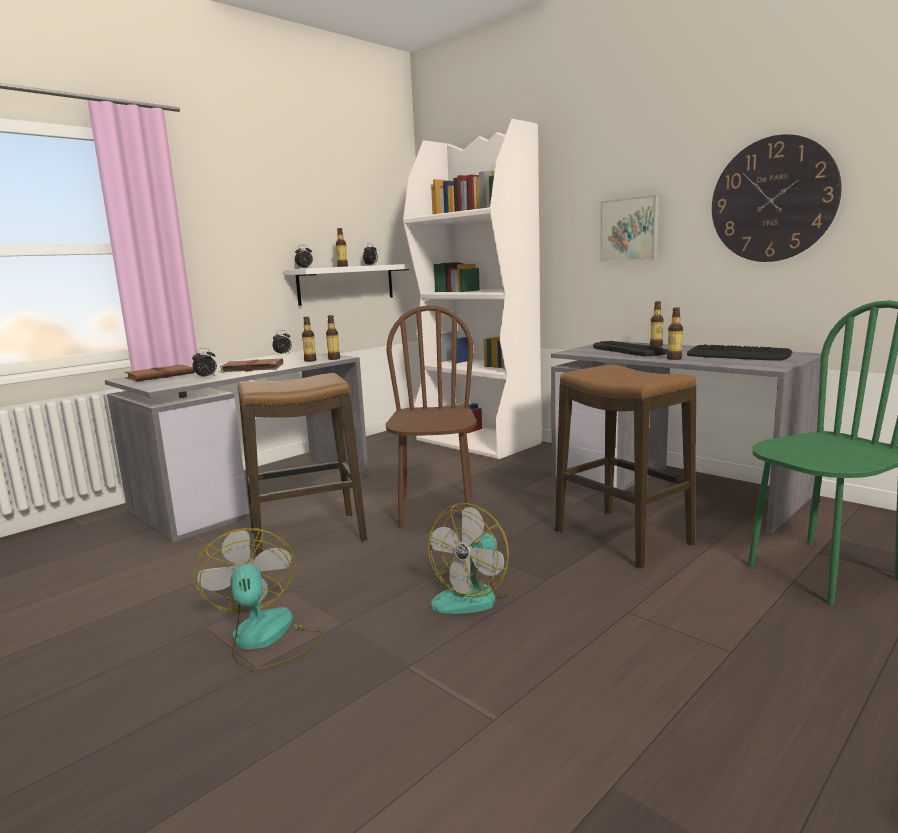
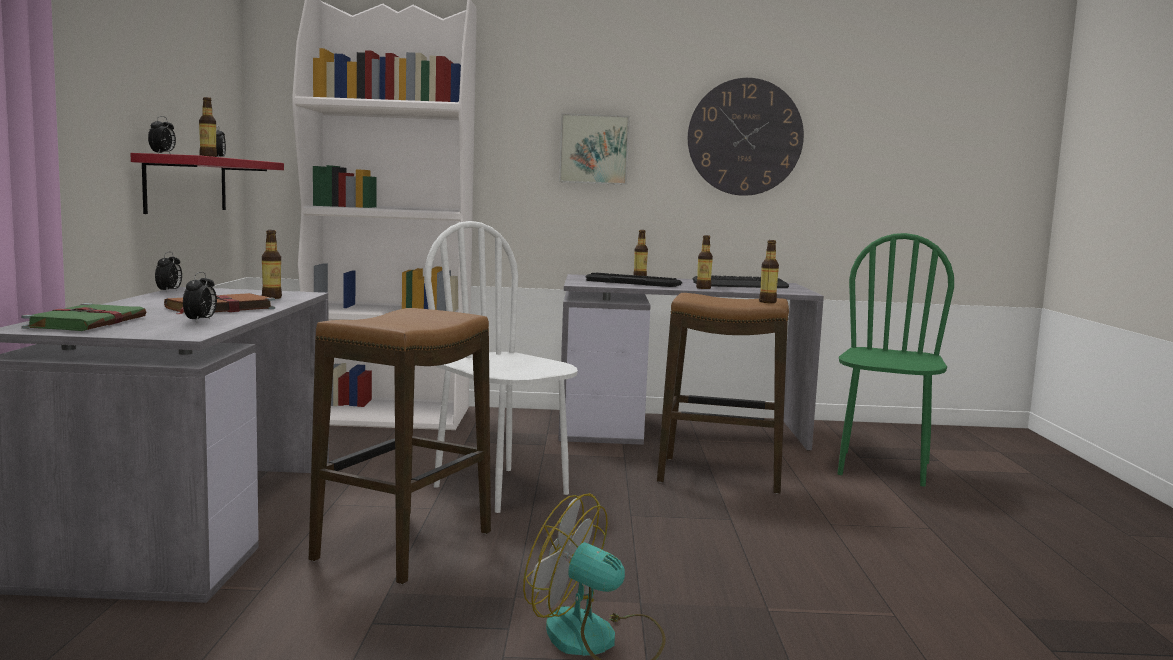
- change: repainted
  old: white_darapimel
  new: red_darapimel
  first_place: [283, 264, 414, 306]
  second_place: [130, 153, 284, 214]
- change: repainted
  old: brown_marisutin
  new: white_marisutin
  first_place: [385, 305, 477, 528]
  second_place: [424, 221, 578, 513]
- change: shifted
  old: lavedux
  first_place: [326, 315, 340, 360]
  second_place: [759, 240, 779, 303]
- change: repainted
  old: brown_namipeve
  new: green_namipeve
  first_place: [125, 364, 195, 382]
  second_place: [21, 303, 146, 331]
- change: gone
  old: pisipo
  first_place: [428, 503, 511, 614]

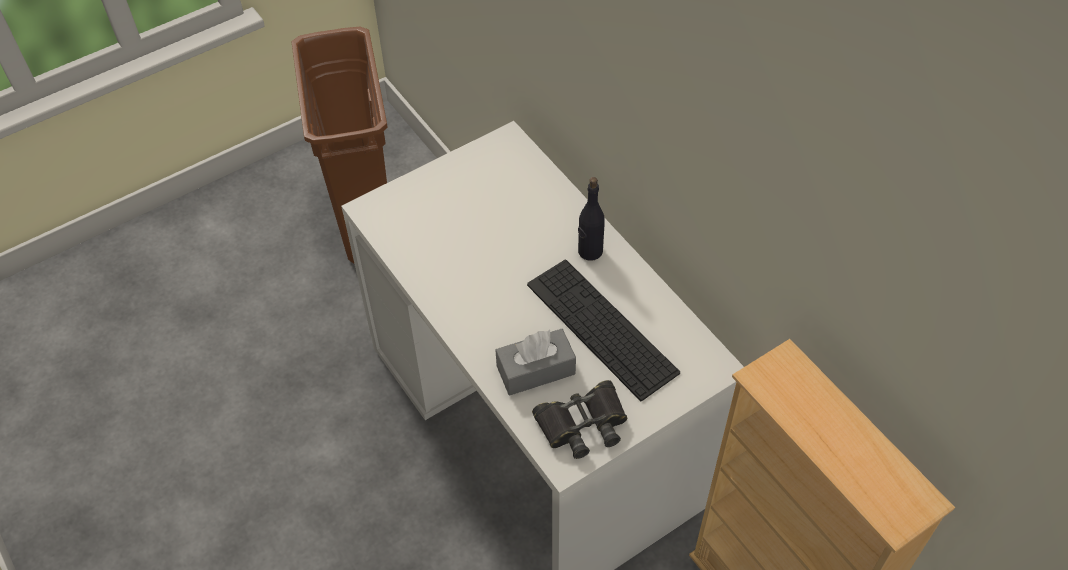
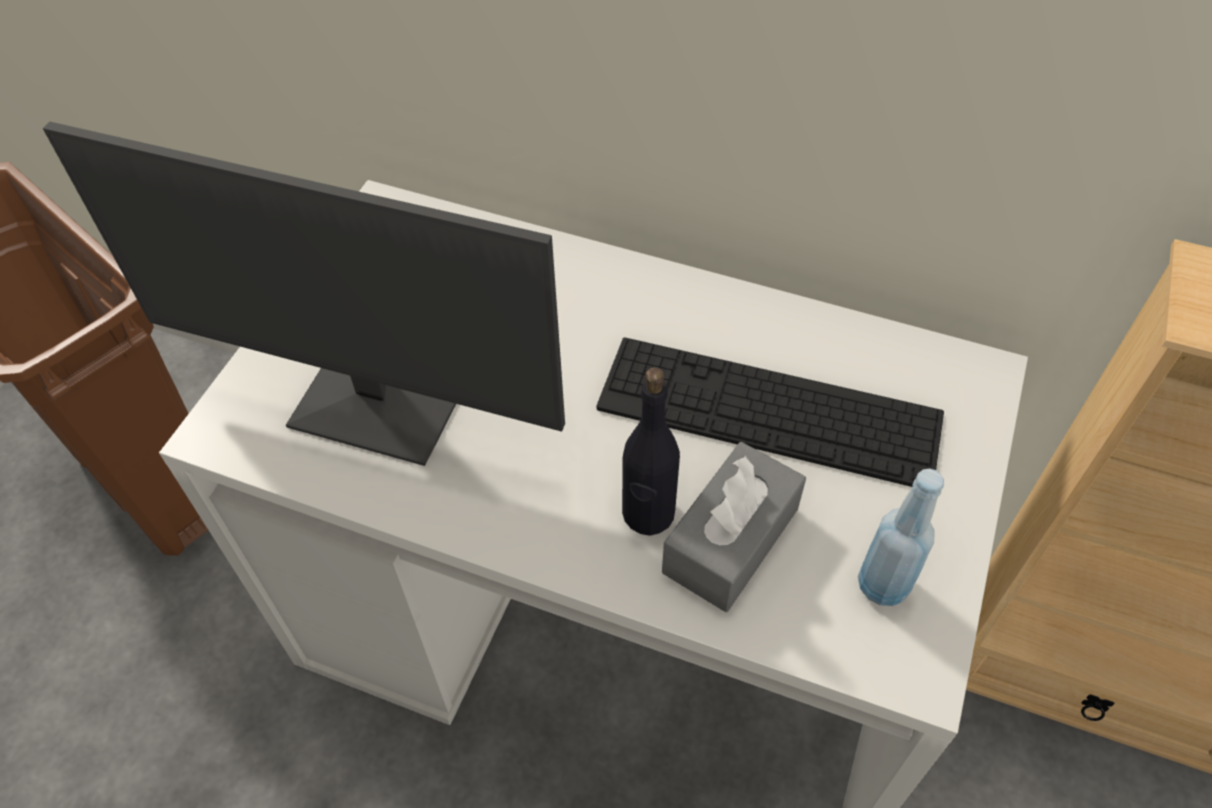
- change: shifted
  old: black_lavedux
  first_place: [578, 177, 605, 261]
  second_place: [622, 367, 680, 536]
- change: swapped
  old: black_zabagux
  new: blue_lavedux
  first_place: [532, 380, 627, 459]
  second_place: [858, 469, 944, 606]
- change: new
  new: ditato
  second_place: [43, 121, 565, 466]

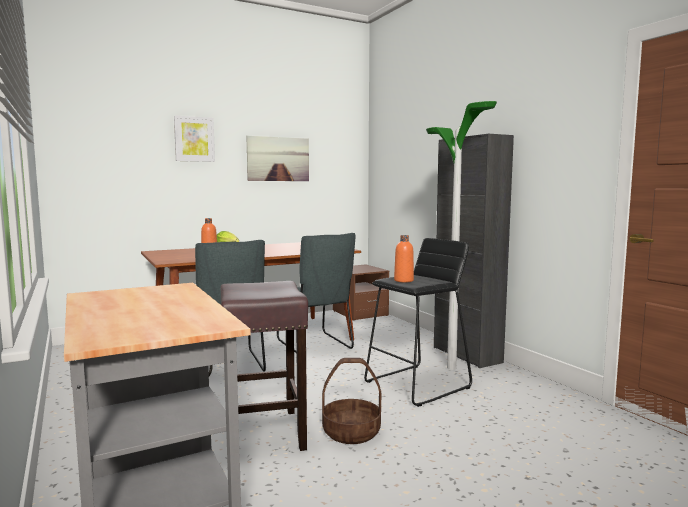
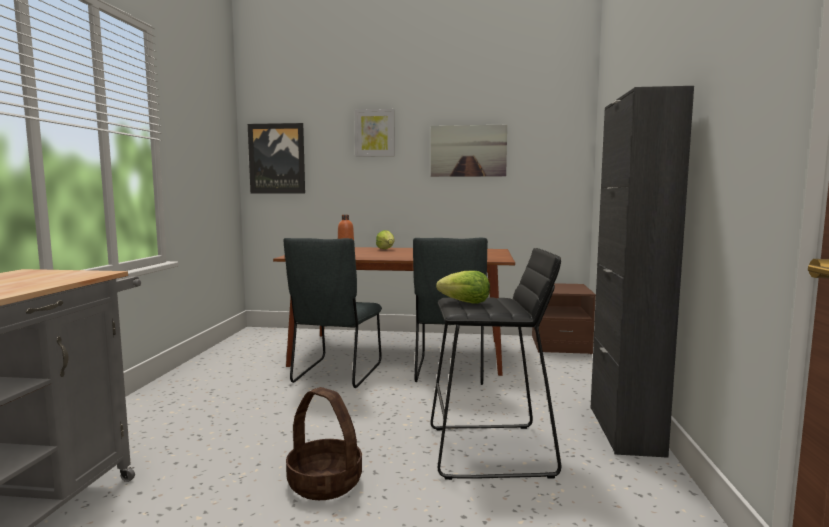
- change: gone
  old: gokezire
  first_place: [426, 101, 497, 370]
- change: swapped
  old: orange_lavedux
  new: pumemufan
  first_place: [394, 235, 414, 282]
  second_place: [436, 271, 490, 304]
- change: gone
  old: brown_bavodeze
  first_place: [221, 281, 308, 451]
- change: new
  new: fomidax
  second_place: [248, 123, 305, 193]

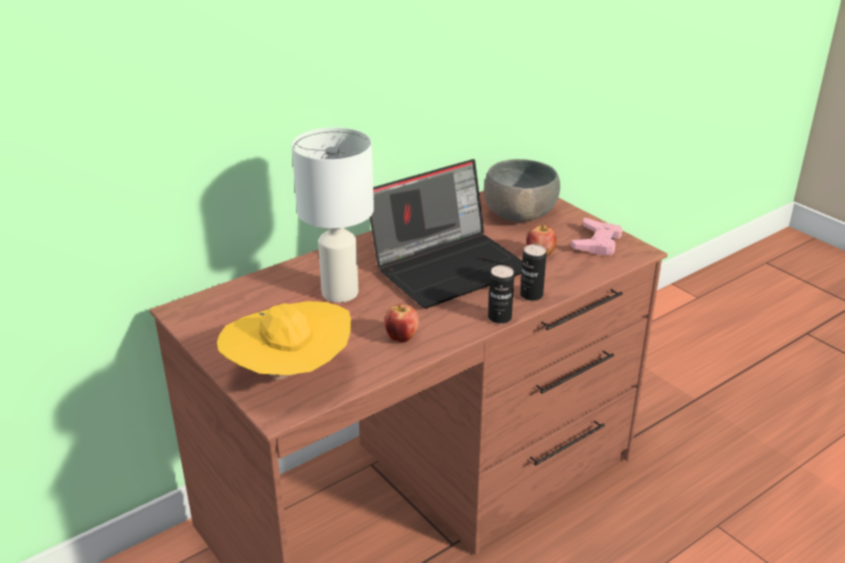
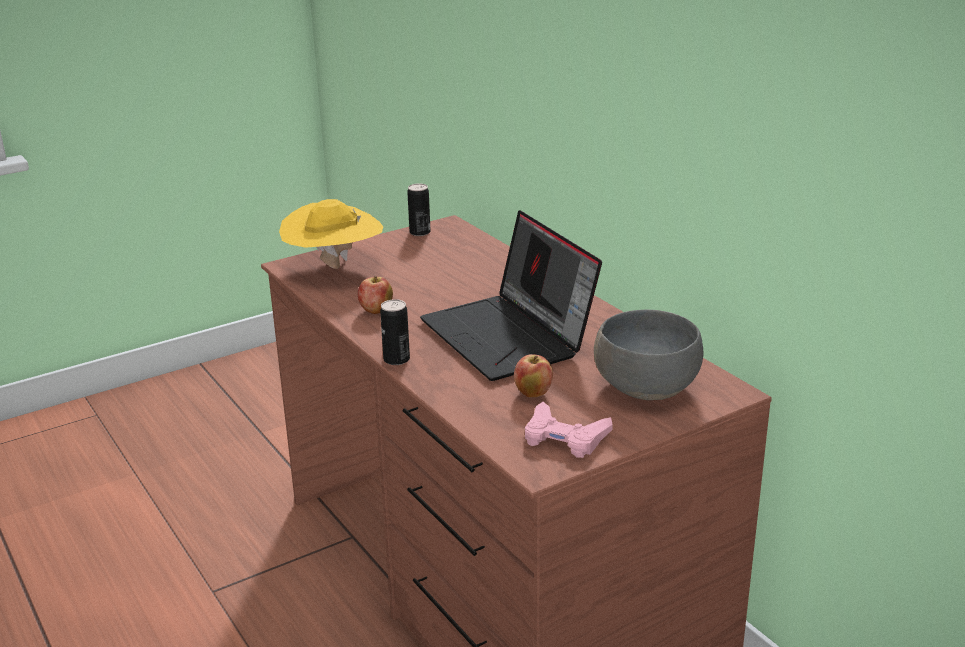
- change: gone
  old: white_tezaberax
  first_place: [292, 127, 374, 303]
- change: shifted
  old: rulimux
  first_place: [520, 244, 547, 301]
  second_place: [407, 183, 431, 236]

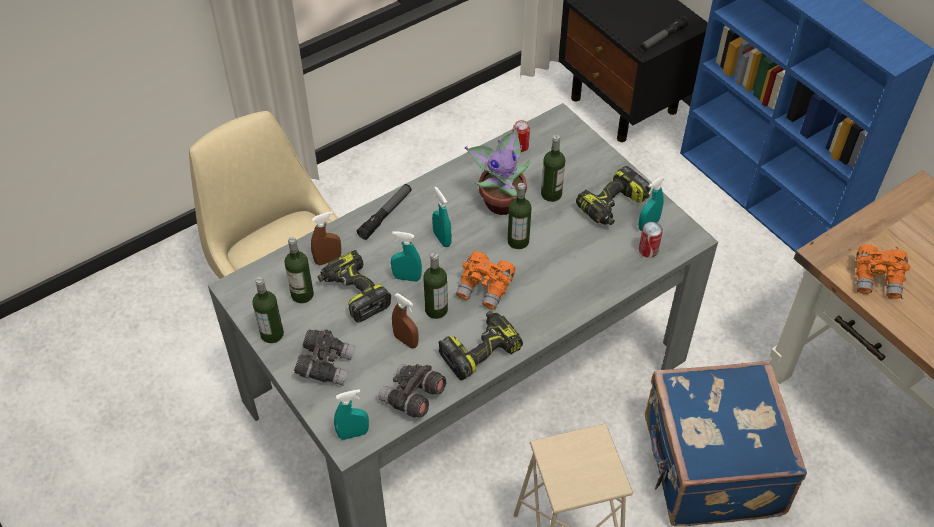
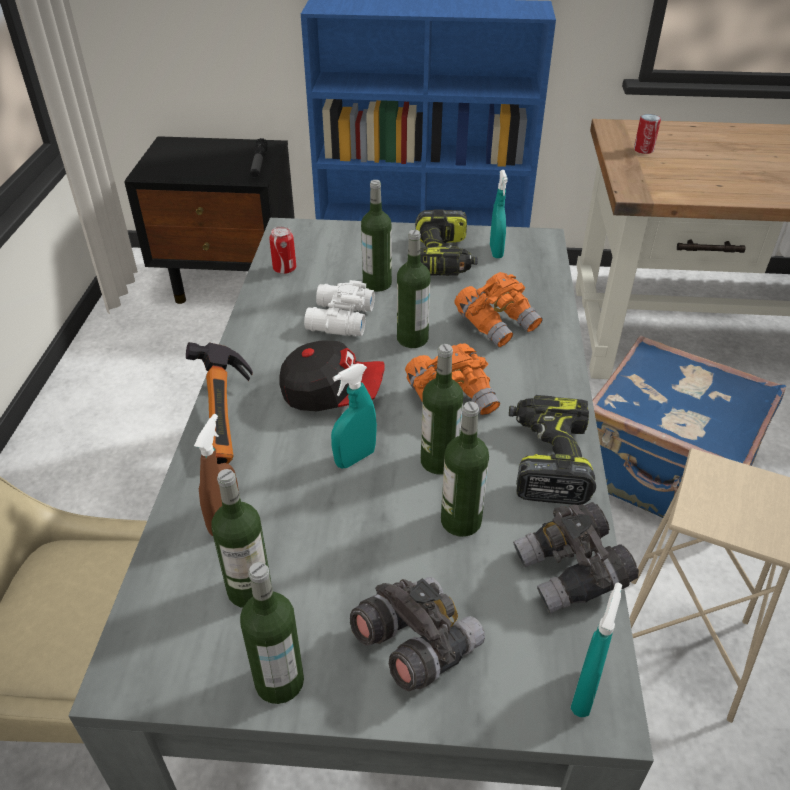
- change: swapped
  old: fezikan
  new: white_zabagux
  first_place: [465, 126, 531, 215]
  second_place: [304, 280, 375, 336]
- change: swapped
  old: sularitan
  new: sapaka
  first_place: [357, 184, 412, 240]
  second_place: [186, 342, 253, 464]
- change: swapped
  old: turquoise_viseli
  new: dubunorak
  first_place: [432, 187, 452, 247]
  second_place: [279, 340, 385, 411]
- change: shifted
  old: rulimux
  first_place: [639, 222, 663, 258]
  second_place: [634, 114, 661, 154]
- change: shifted
  old: orange_zabagux
  first_place: [856, 245, 910, 299]
  second_place: [454, 272, 543, 348]
- change: gone
  old: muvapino
  first_place: [318, 250, 391, 323]
- change: swapped
  old: brown_viseli
  new: lavedux
  first_place: [392, 293, 419, 348]
  second_place: [441, 401, 489, 537]

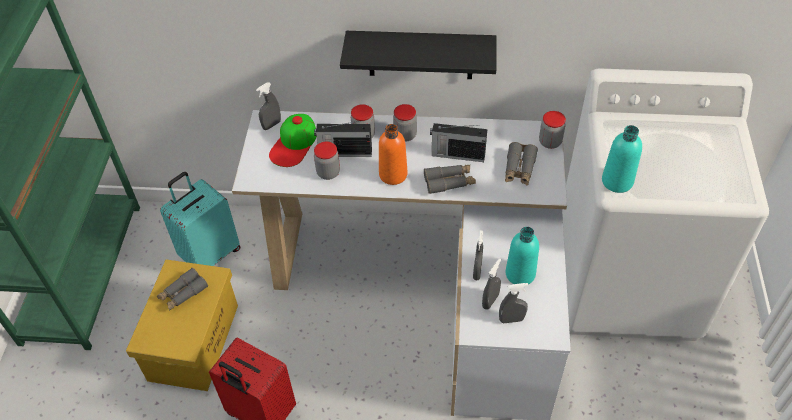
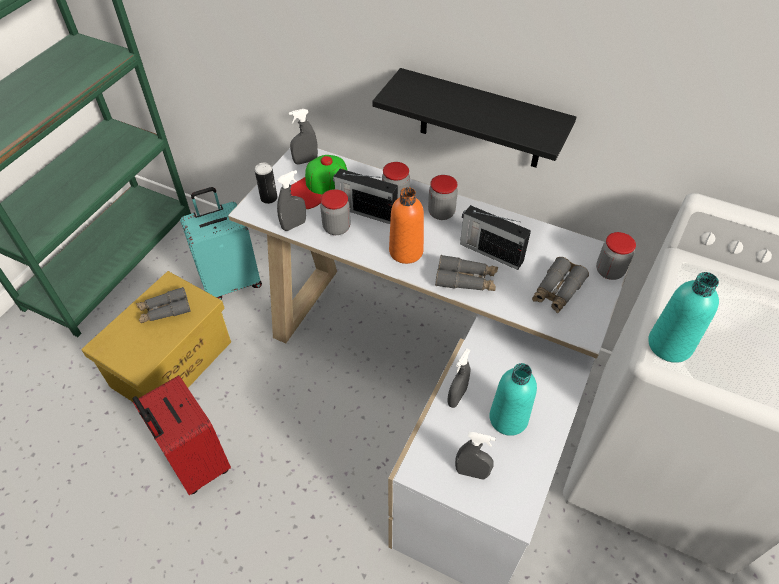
- change: shifted
  old: grey_viseli
  first_place: [482, 258, 501, 310]
  second_place: [277, 170, 306, 231]
- change: new
  new: rulimux
  second_place: [255, 162, 277, 204]

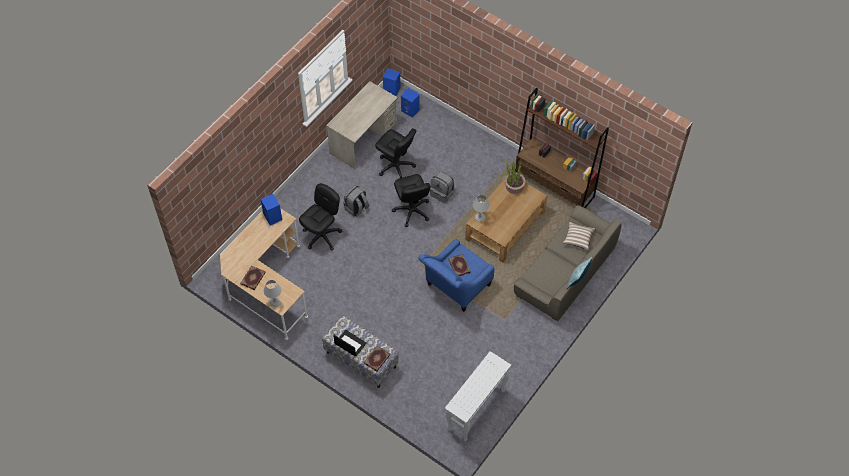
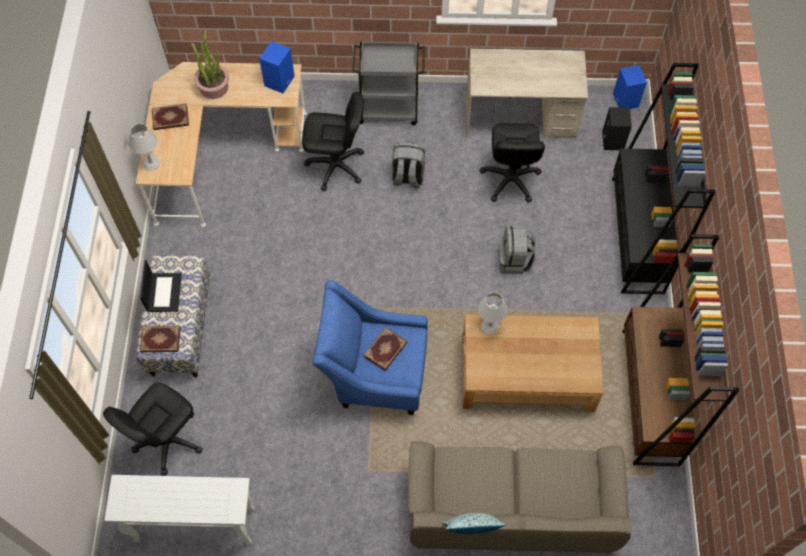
- change: repainted
  old: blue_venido
  new: black_venido
  first_place: [401, 88, 420, 118]
  second_place: [602, 107, 632, 150]
- change: shifted
  old: fezikan
  first_place: [505, 159, 526, 194]
  second_place: [191, 30, 229, 99]
- change: shifted
  old: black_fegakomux
  first_place: [392, 174, 431, 227]
  second_place: [103, 383, 203, 476]
- change: gone
  old: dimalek
  first_place: [563, 222, 595, 251]
- change: new
  new: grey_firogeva
  second_place: [353, 41, 425, 125]
- change: new
  new: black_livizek
  second_place: [612, 63, 716, 294]

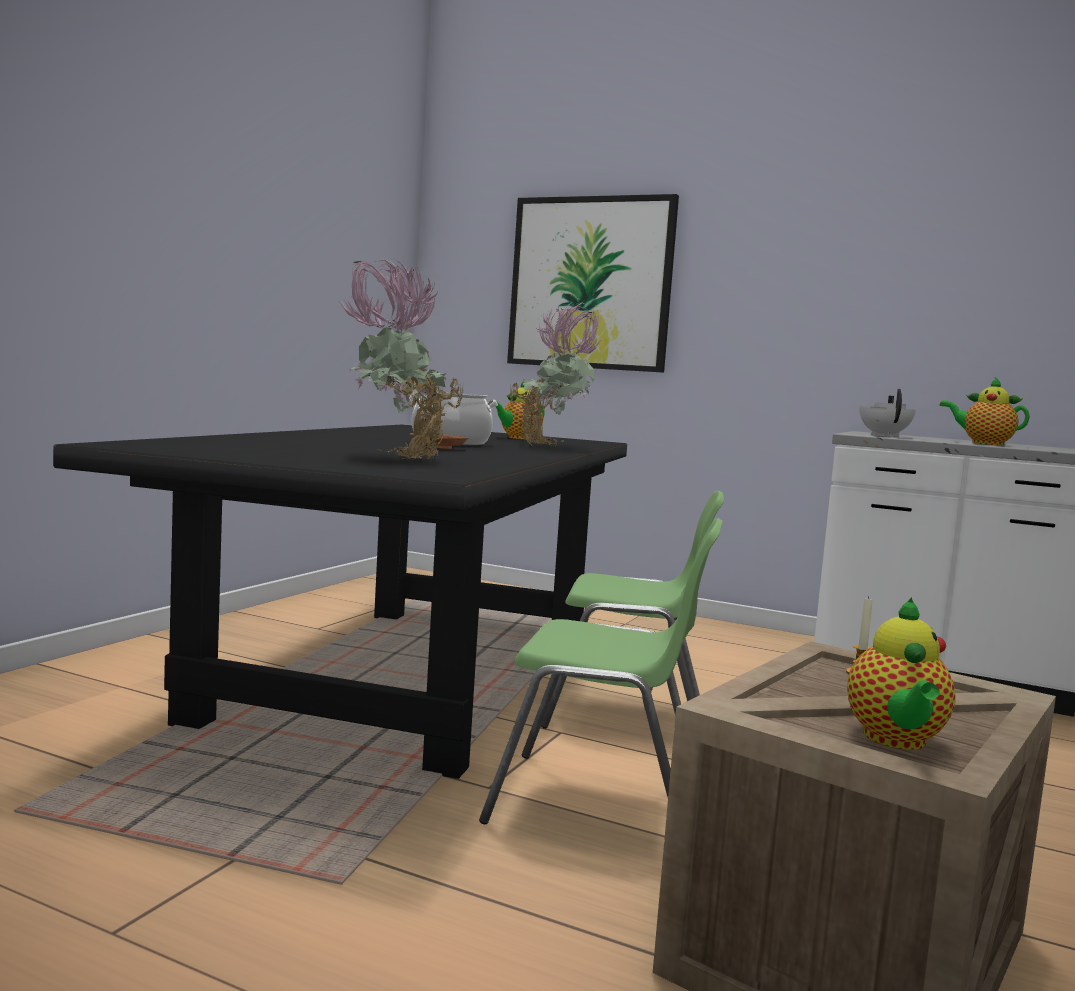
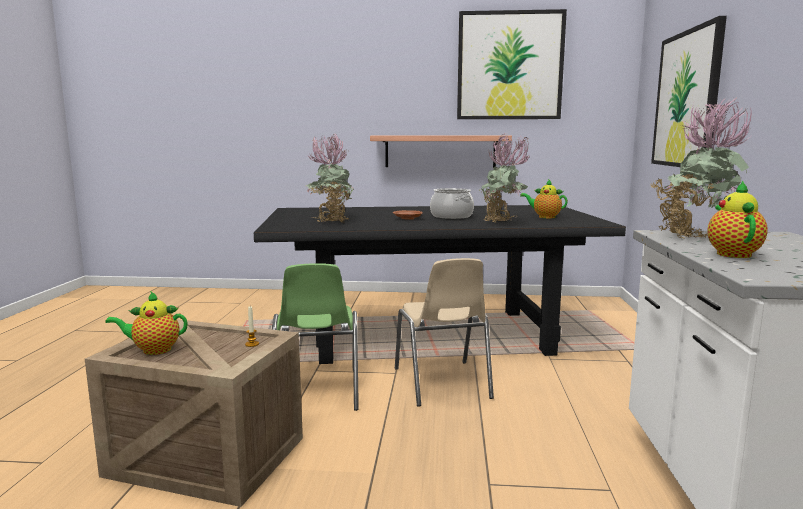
- change: swapped
  old: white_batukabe
  new: fezikan
  first_place: [859, 389, 916, 437]
  second_place: [650, 97, 752, 239]
- change: repainted
  old: green_marisutin
  new: beige_marisutin
  first_place: [541, 490, 724, 729]
  second_place: [395, 258, 494, 406]
- change: new
  new: fomidax
  second_place: [457, 9, 567, 119]
- change: new
  new: darapimel
  second_place: [370, 136, 512, 168]

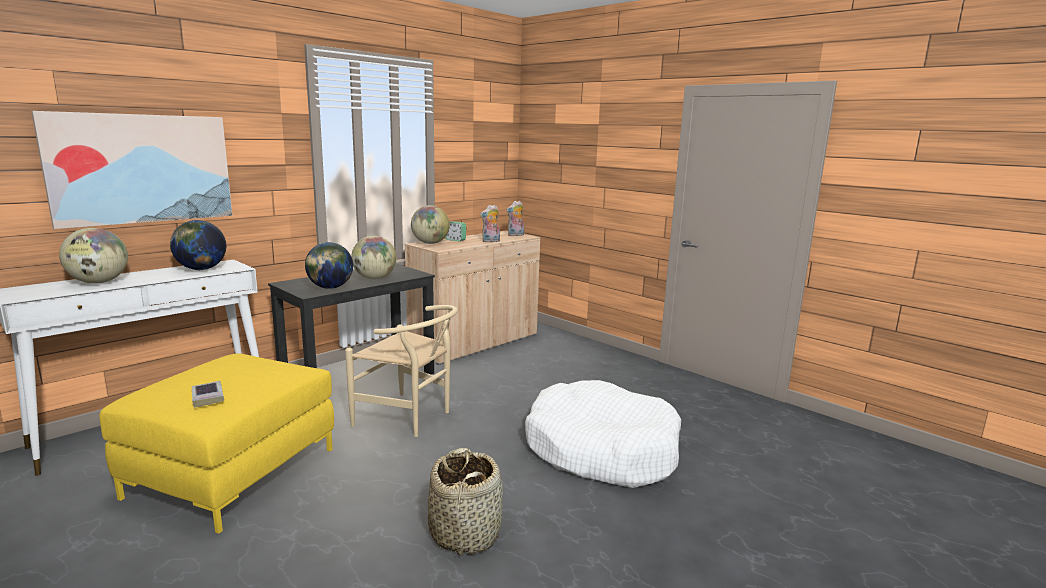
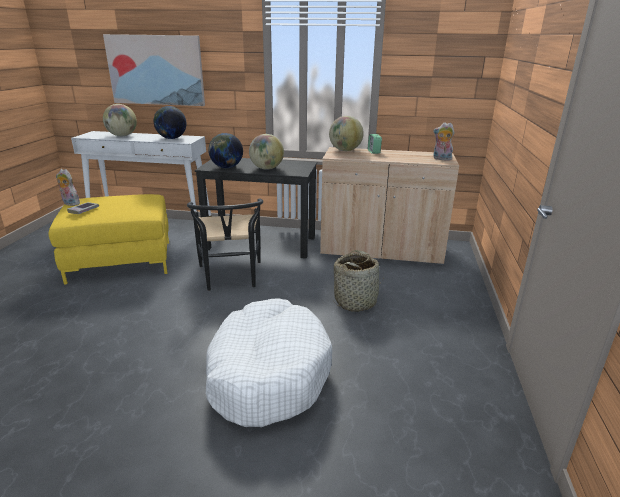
- change: shifted
  old: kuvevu
  first_place: [480, 204, 500, 242]
  second_place: [56, 169, 80, 206]
- change: repainted
  old: beige_marisutin
  new: black_marisutin
  first_place: [345, 305, 458, 437]
  second_place: [187, 198, 263, 291]
- change: shifted
  old: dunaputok
  first_place: [428, 448, 503, 556]
  second_place: [334, 250, 383, 312]

